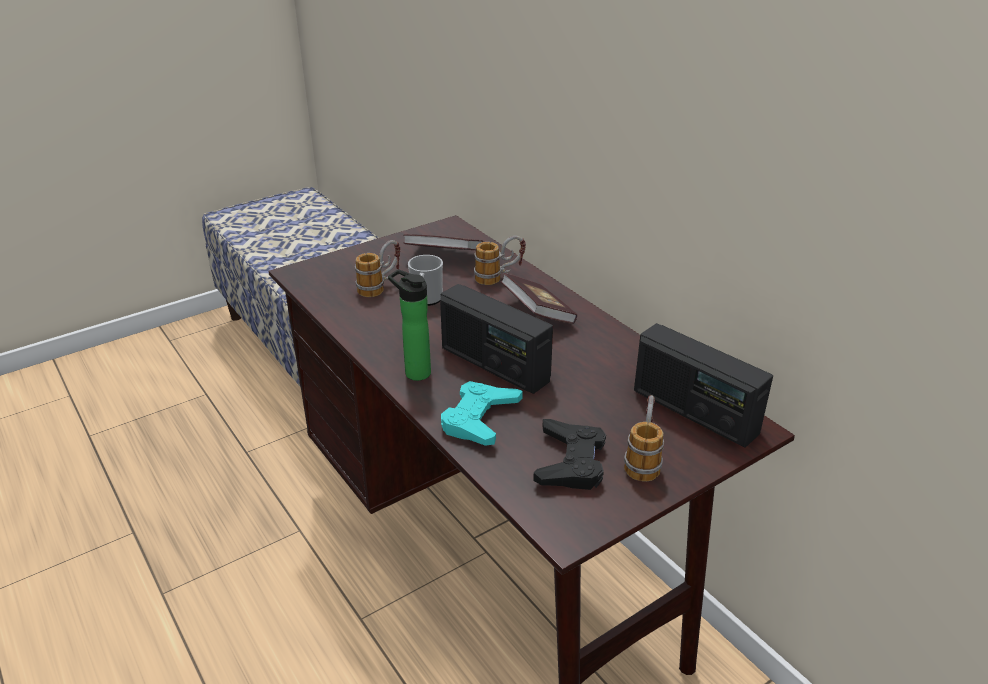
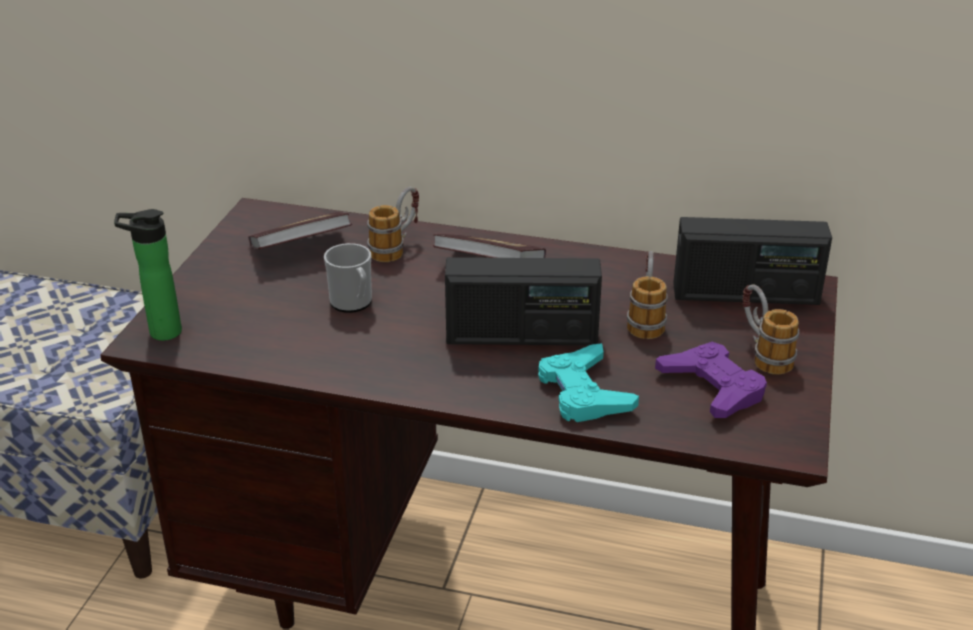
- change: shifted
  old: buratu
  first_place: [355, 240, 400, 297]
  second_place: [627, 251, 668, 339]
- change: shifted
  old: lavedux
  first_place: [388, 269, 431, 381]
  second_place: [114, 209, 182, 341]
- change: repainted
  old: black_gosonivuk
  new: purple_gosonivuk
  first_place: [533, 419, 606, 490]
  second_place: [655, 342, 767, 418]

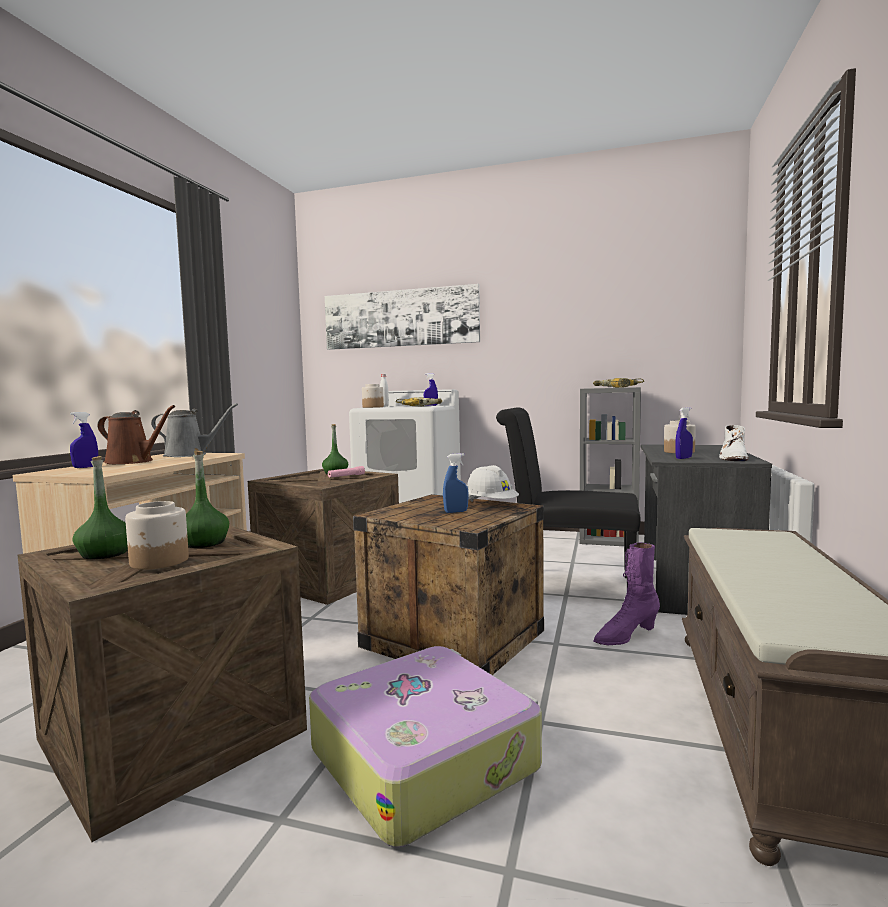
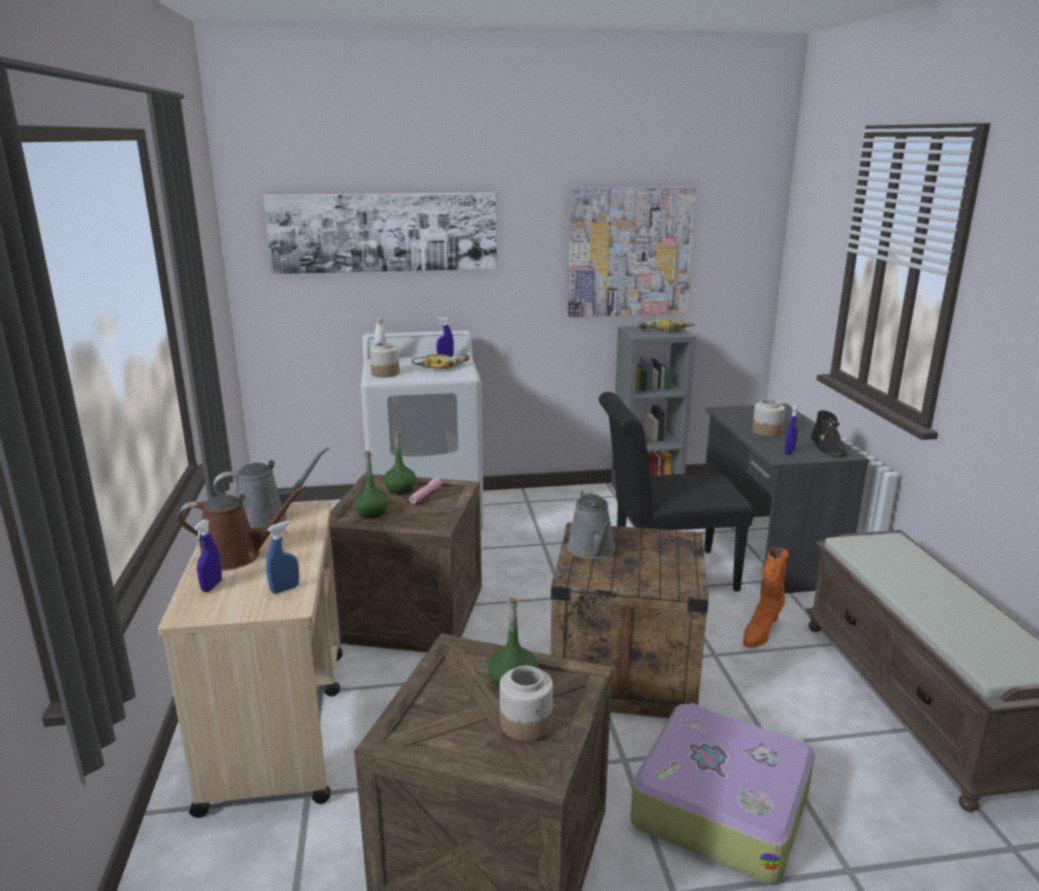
- change: repainted
  old: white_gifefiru
  new: black_gifefiru
  first_place: [719, 425, 749, 461]
  second_place: [811, 410, 848, 457]
- change: shifted
  old: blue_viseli
  first_place: [443, 453, 468, 513]
  second_place: [266, 521, 299, 594]
- change: shifted
  old: green_lavedux
  first_place: [73, 456, 128, 559]
  second_place: [354, 451, 389, 518]
- change: gone
  old: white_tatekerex
  first_place: [467, 465, 519, 502]
- change: repainted
  old: purple_gifefiru
  new: orange_gifefiru
  first_place: [593, 543, 660, 645]
  second_place: [743, 547, 788, 648]
- change: new
  new: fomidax
  second_place: [568, 186, 697, 317]
- change: new
  new: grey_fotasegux
  second_place: [567, 489, 615, 559]

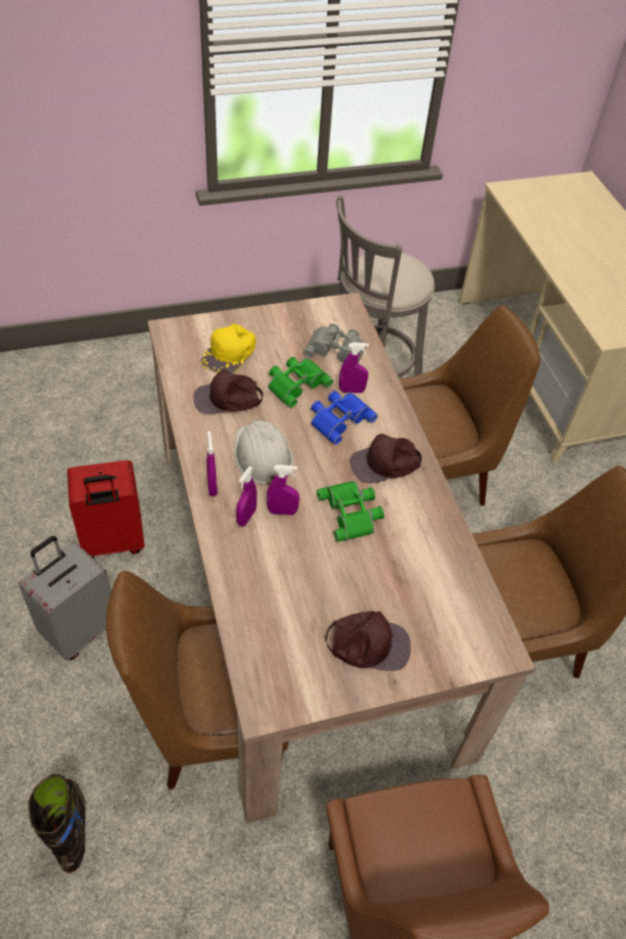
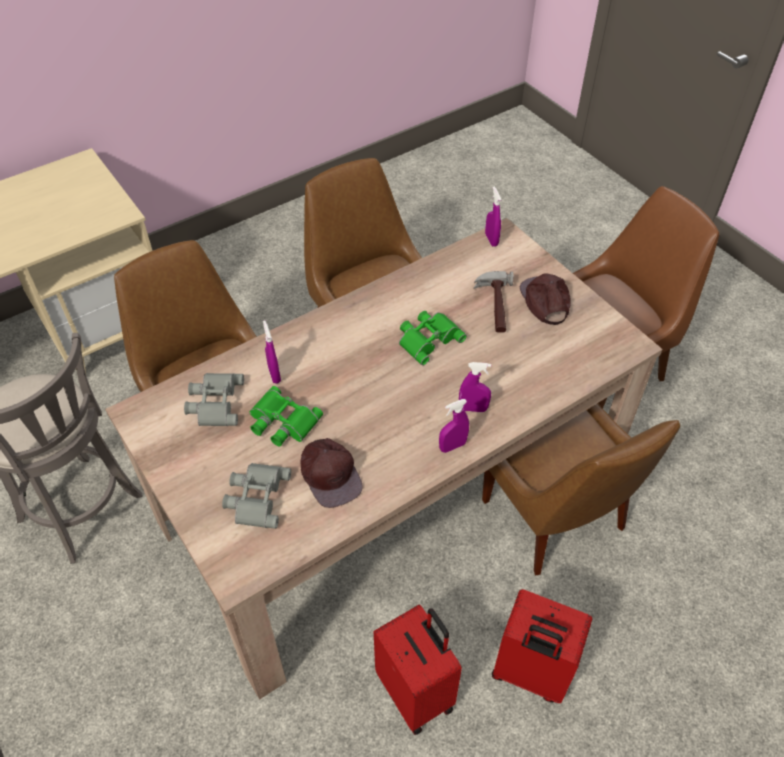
- change: swapped
  old: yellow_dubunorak
  new: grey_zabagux
  first_place: [201, 324, 256, 373]
  second_place: [222, 463, 291, 529]
- change: gone
  old: blue_zabagux
  first_place: [311, 391, 378, 445]
- change: gone
  old: white_tatekerex
  first_place: [234, 419, 294, 486]
- change: gone
  old: brown_dubunorak
  first_place: [350, 434, 422, 483]
- change: shifted
  old: purple_viseli
  first_place: [267, 465, 300, 515]
  second_place: [485, 186, 501, 247]
- change: repainted
  old: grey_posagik
  new: red_posagik
  first_place: [18, 536, 111, 660]
  second_place: [492, 589, 592, 703]
- change: gone
  old: black_gifefiru
  first_place: [28, 774, 86, 873]
- change: new
  new: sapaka
  second_place: [474, 271, 514, 333]

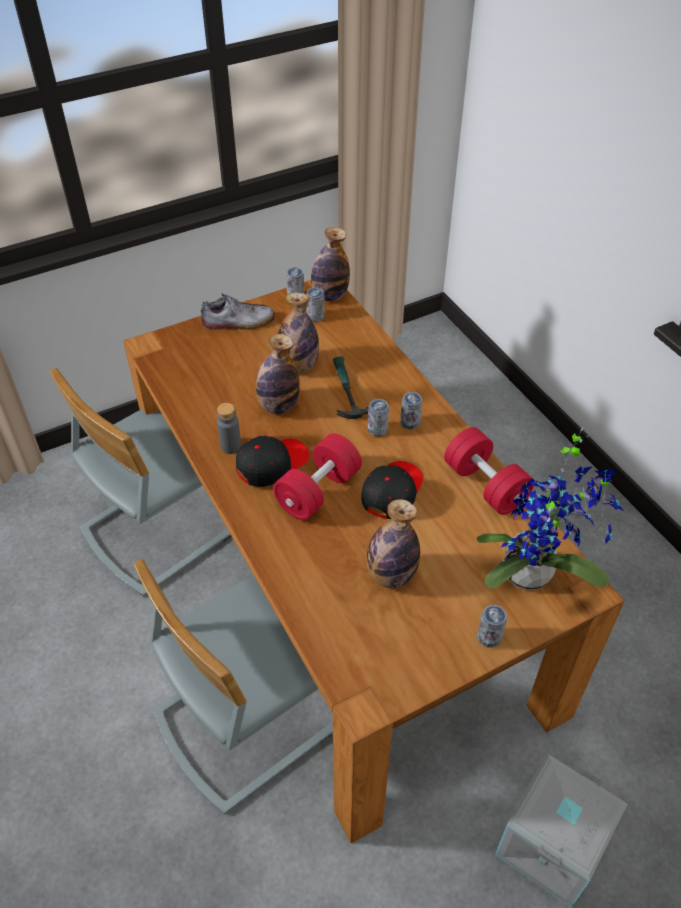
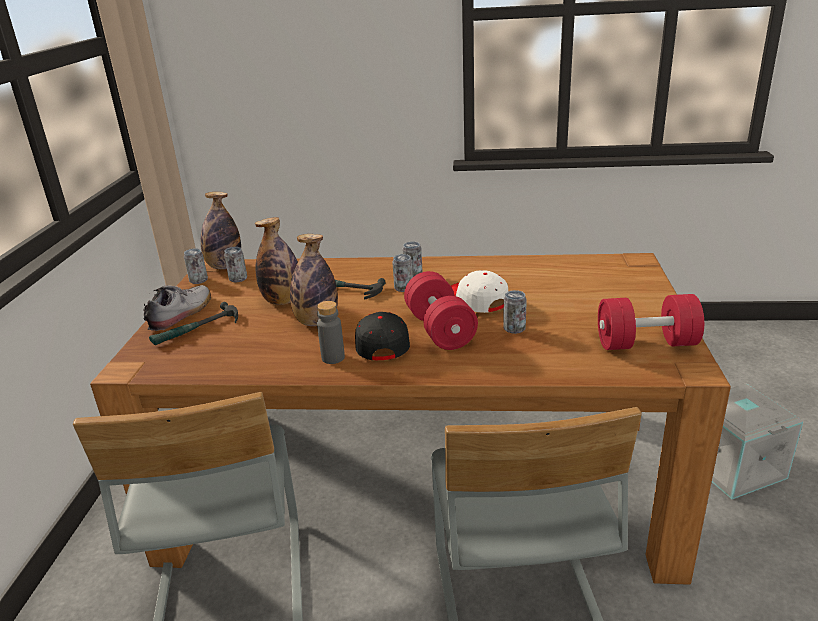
- change: shifted
  old: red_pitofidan
  first_place: [444, 427, 534, 515]
  second_place: [598, 294, 704, 350]
- change: gone
  old: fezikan
  first_place: [477, 427, 624, 591]
- change: repainted
  old: black_dubunorak
  new: white_dubunorak
  first_place: [361, 461, 423, 519]
  second_place: [451, 270, 508, 313]
- change: gone
  old: lavedux
  first_place: [366, 499, 420, 588]
- change: shifted
  old: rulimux
  first_place: [477, 605, 507, 648]
  second_place: [503, 290, 527, 334]
- change: new
  new: sapaka
  second_place: [149, 302, 238, 345]

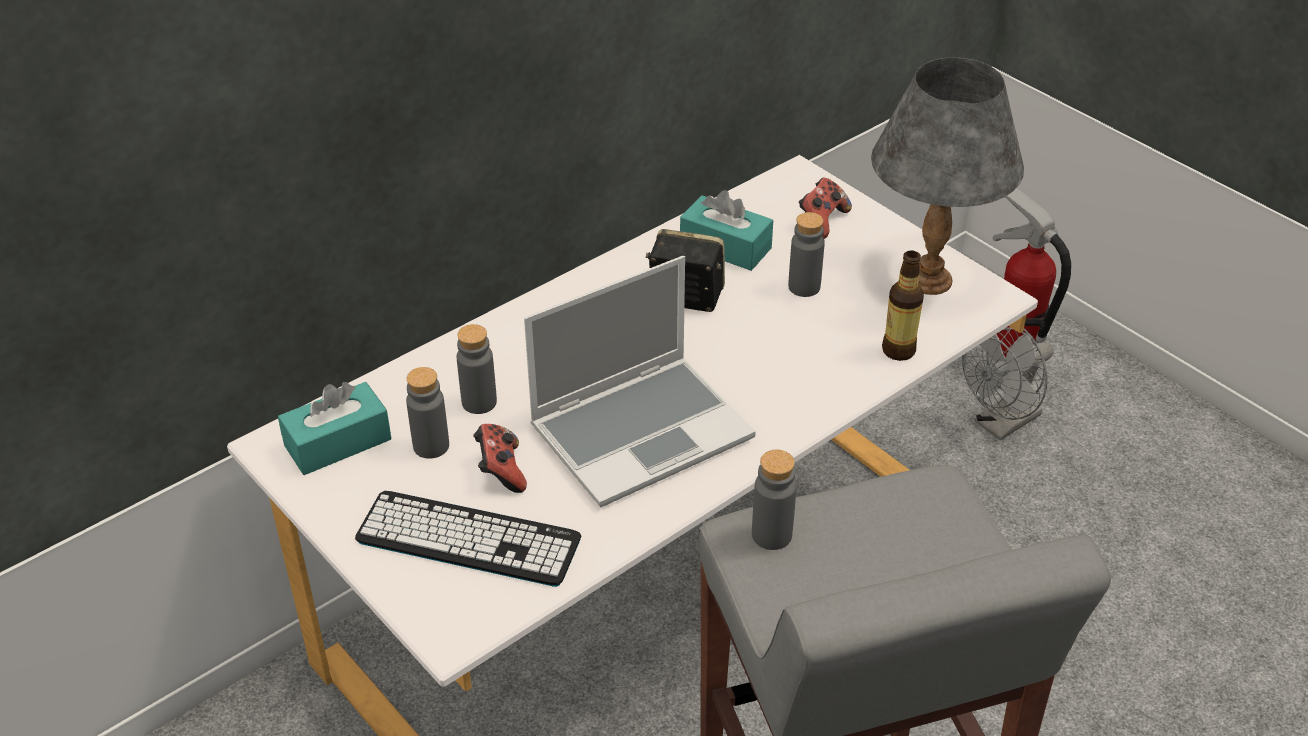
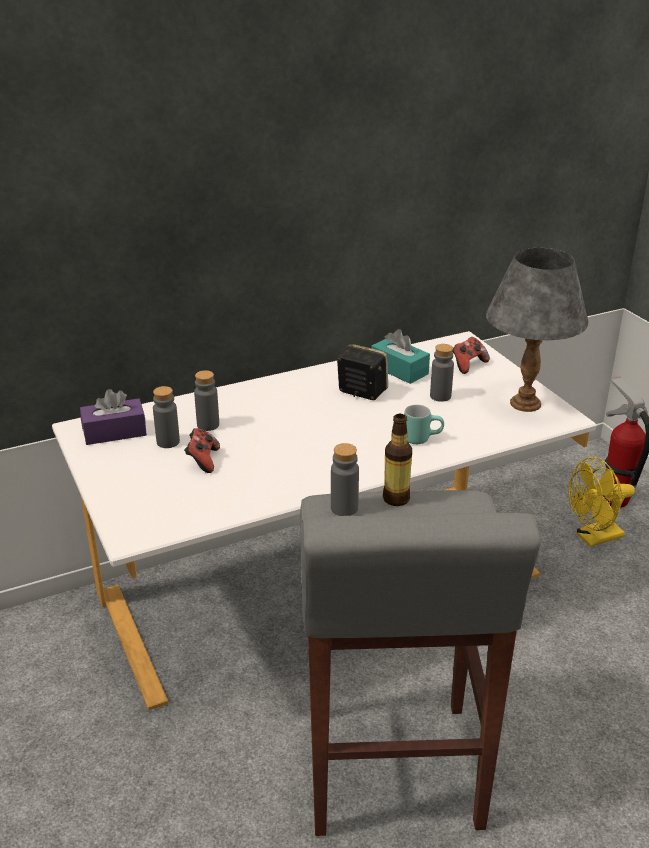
- change: shifted
  old: lavedux
  first_place: [882, 250, 924, 361]
  second_place: [383, 414, 412, 506]
- change: gone
  old: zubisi
  first_place: [524, 256, 756, 508]
- change: repainted
  old: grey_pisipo
  new: yellow_pisipo
  first_place: [962, 327, 1053, 440]
  second_place: [568, 457, 635, 547]
- change: repainted
  old: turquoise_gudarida
  new: purple_gudarida
  first_place: [278, 382, 392, 475]
  second_place: [80, 389, 147, 445]
- change: gone
  old: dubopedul
  first_place: [355, 491, 581, 587]
- change: new
  new: turquoise_buratu
  second_place: [404, 405, 444, 444]

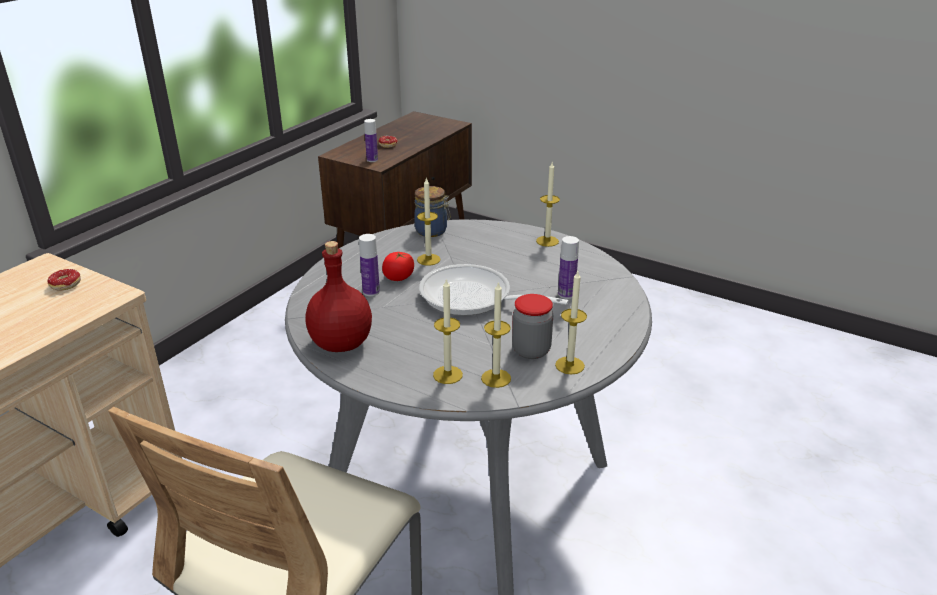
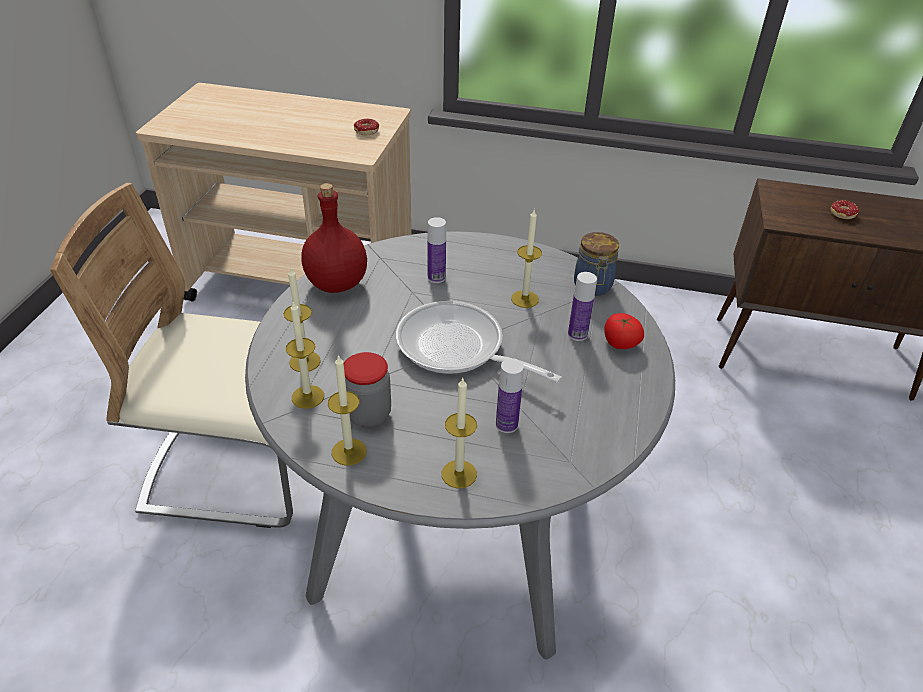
- change: shifted
  old: lavedux
  first_place: [364, 119, 378, 162]
  second_place: [568, 272, 597, 341]
- change: shifted
  old: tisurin
  first_place: [536, 162, 560, 247]
  second_place: [441, 378, 477, 488]
- change: shifted
  old: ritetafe
  first_place: [382, 252, 414, 281]
  second_place: [604, 313, 644, 349]
- change: rotated
  old: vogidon
  first_place: [419, 264, 569, 316]
  second_place: [396, 301, 562, 383]
  degrees: -60

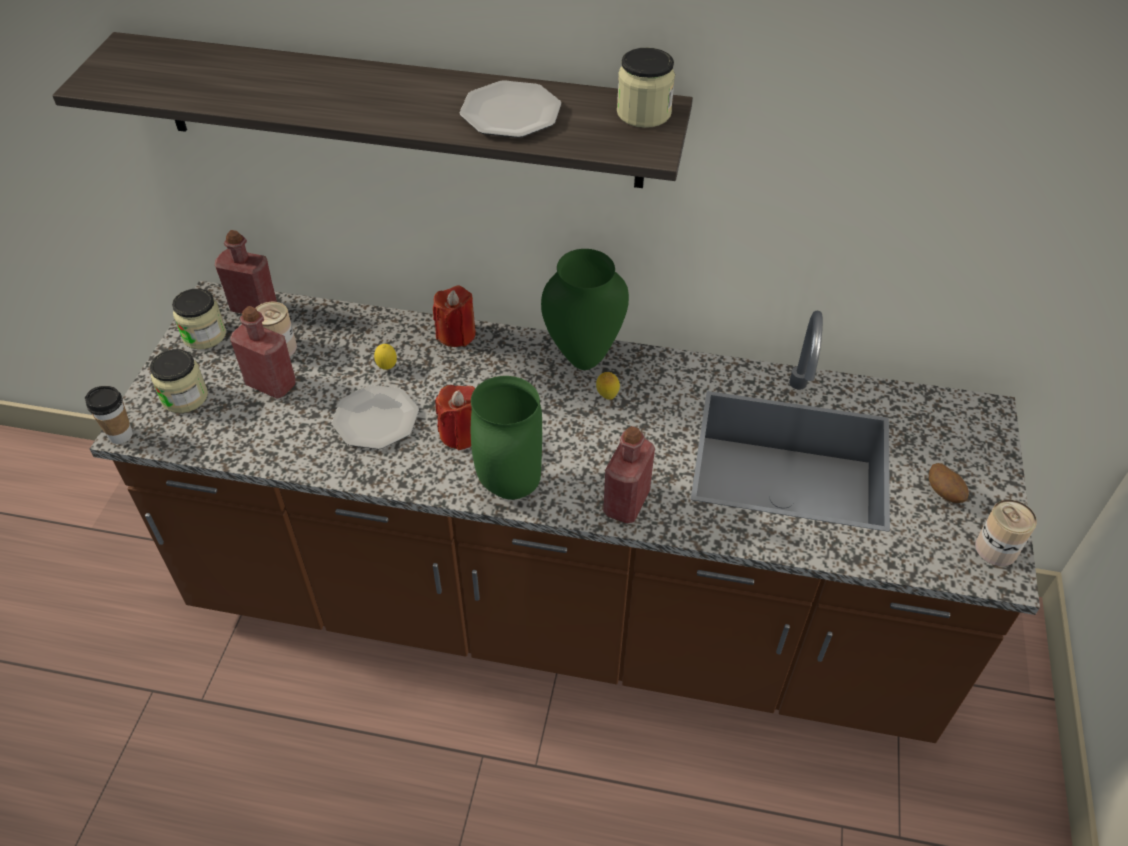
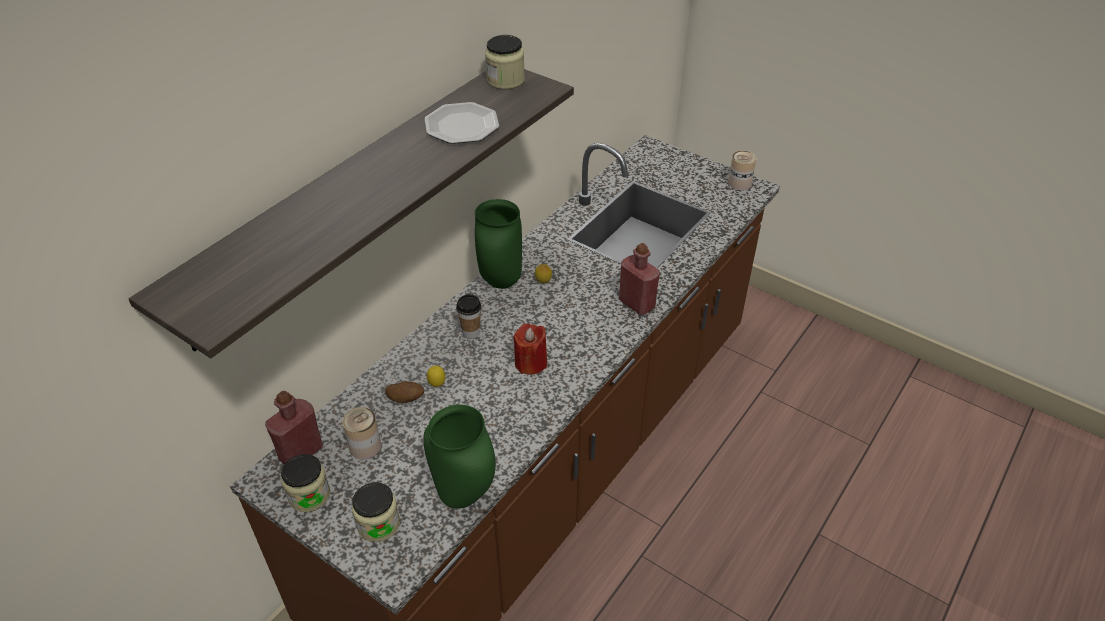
- change: gone
  old: red_tisurin
  first_place: [433, 285, 476, 347]
- change: gone
  old: red_lavedux
  first_place: [230, 306, 296, 399]
- change: shifted
  old: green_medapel
  first_place: [471, 376, 542, 500]
  second_place: [423, 404, 496, 509]
- change: gone
  old: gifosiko
  first_place: [332, 385, 419, 449]
- change: shifted
  old: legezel
  first_place: [85, 386, 133, 444]
  second_place: [456, 294, 481, 339]
- change: shifted
  old: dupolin
  first_place: [929, 463, 969, 503]
  second_place: [385, 381, 424, 403]

